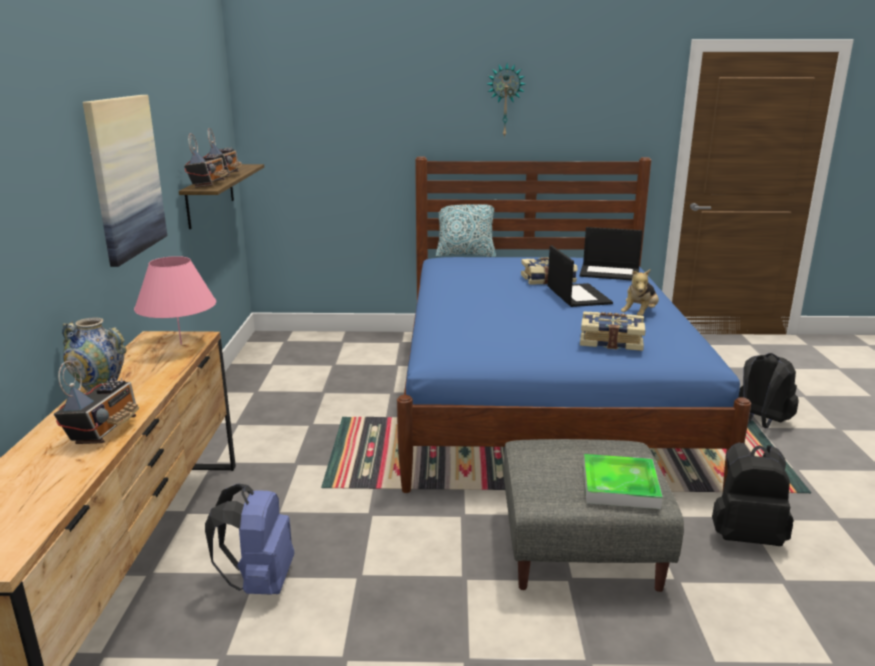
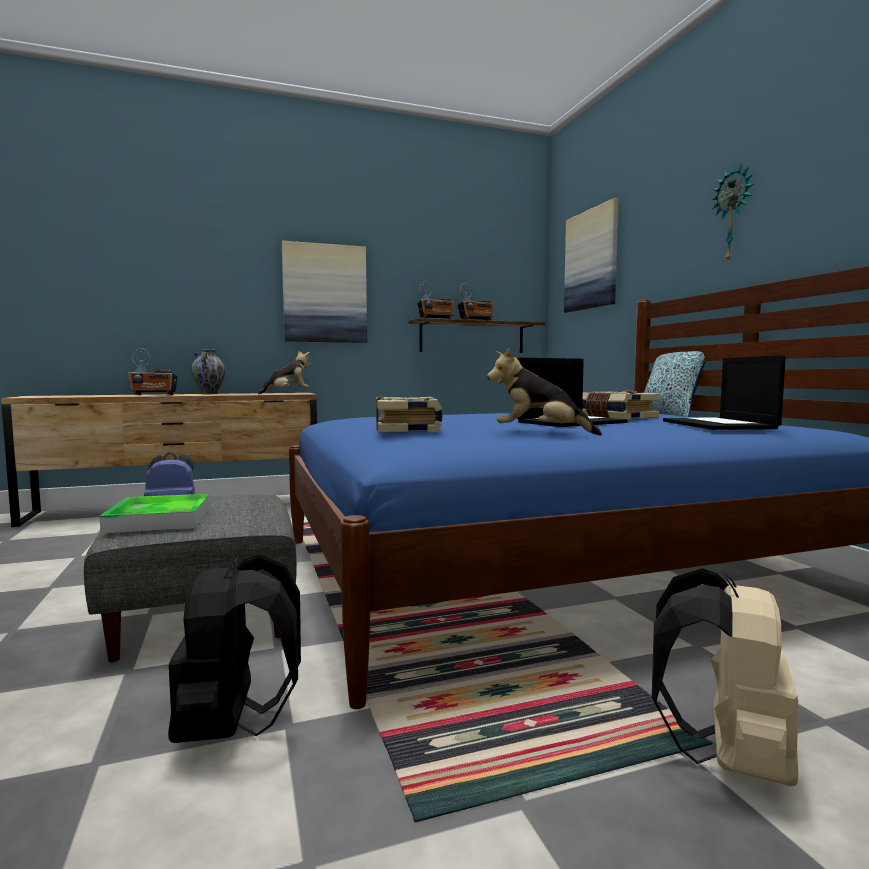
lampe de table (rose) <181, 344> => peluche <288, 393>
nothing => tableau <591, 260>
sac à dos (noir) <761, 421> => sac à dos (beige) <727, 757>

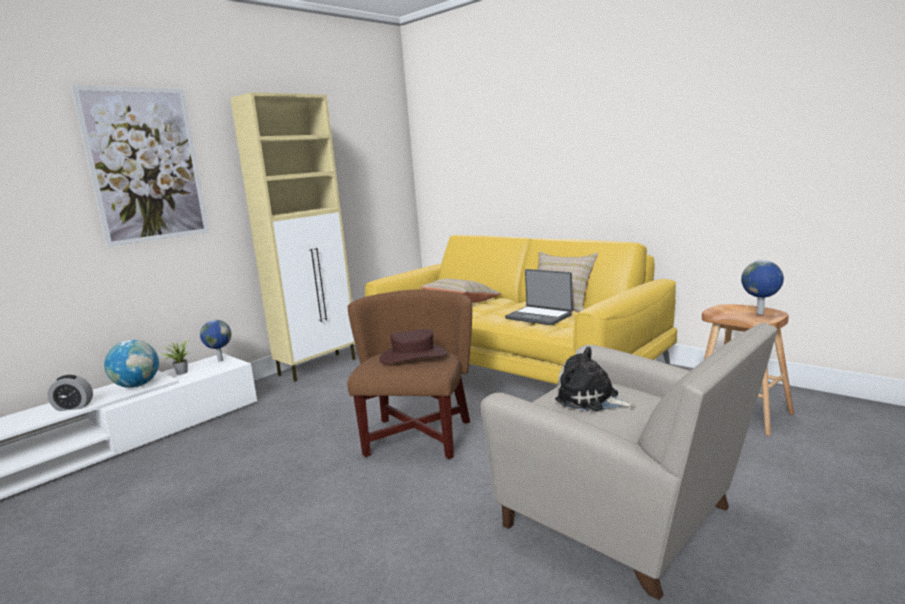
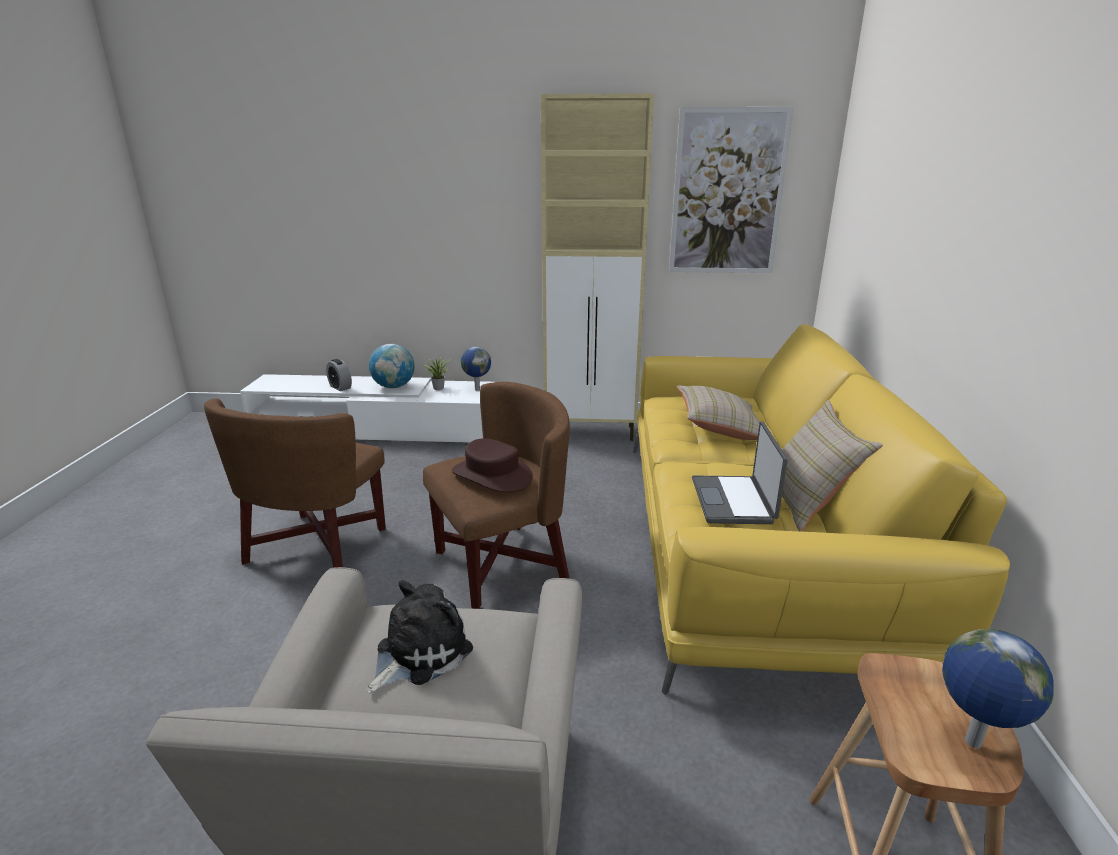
nothing => fauteuil (marron) <316, 546>
peluche <590, 400> => peluche <419, 652>, 45 degrees clockwise
tableau <145, 165> => tableau <727, 193>, relocated

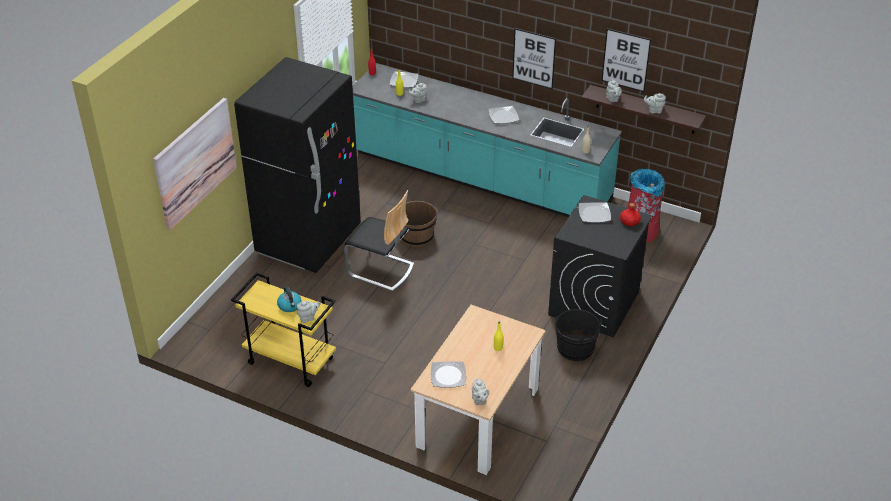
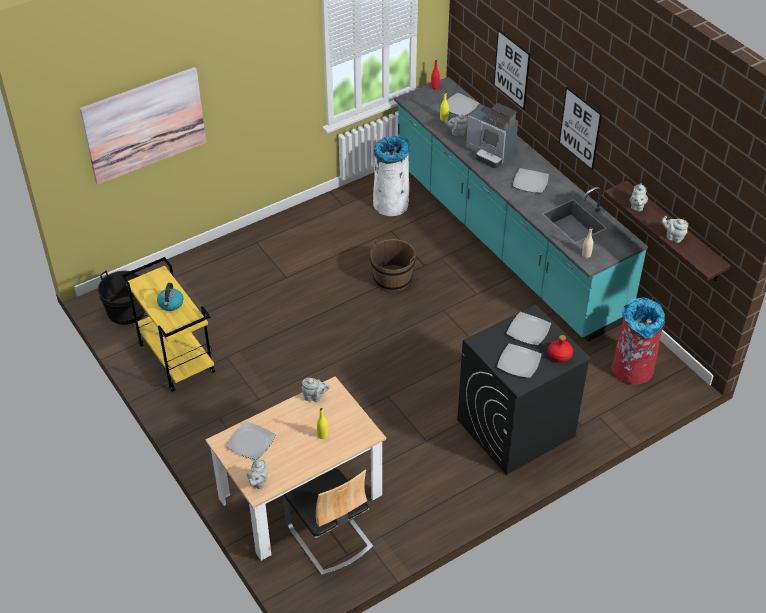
seau (noir) <575, 348> => seau (noir) <126, 311>, relocated
chaise <381, 270> => chaise <329, 537>, relocated
théière (gris) <308, 318> => théière (gris) <315, 397>, relocated
nothing => poubelle (blanc) <391, 203>
nothing => machine à café <490, 153>
tableau <626, 60> => tableau <512, 69>, relocated
nothing => assiette <518, 362>
réfrigérateur (noir) <309, 240> => nothing

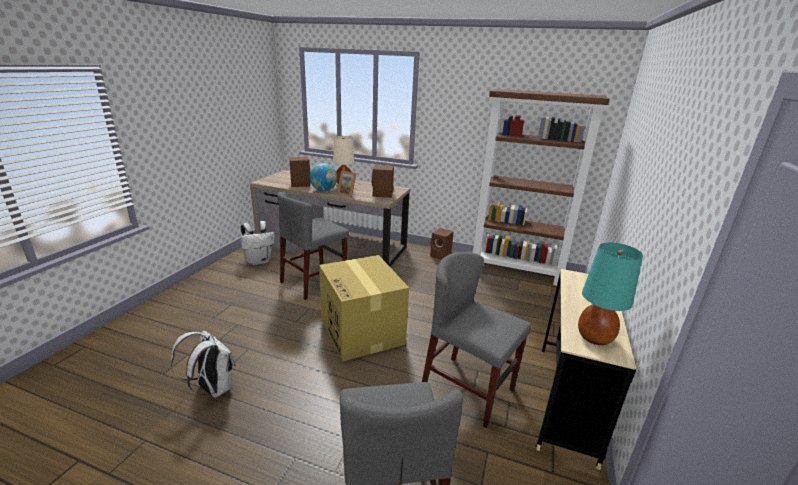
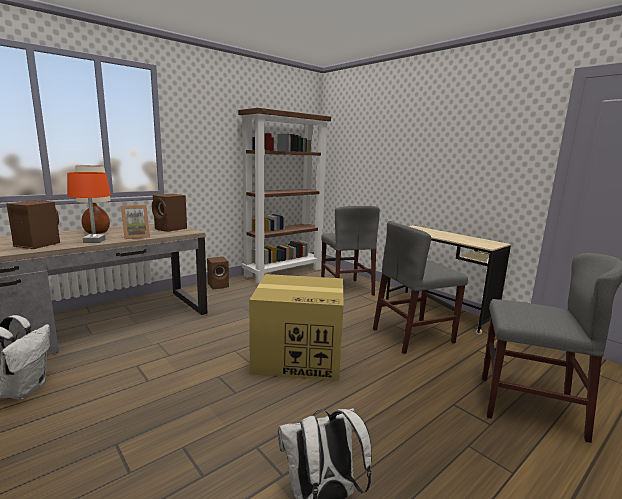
globe <324, 190> => lampe de table (orange) <94, 241>
chaise (gris) <314, 282> => chaise (gris) <346, 288>, relocated
lampe de table (turquoise) <594, 338> => nothing

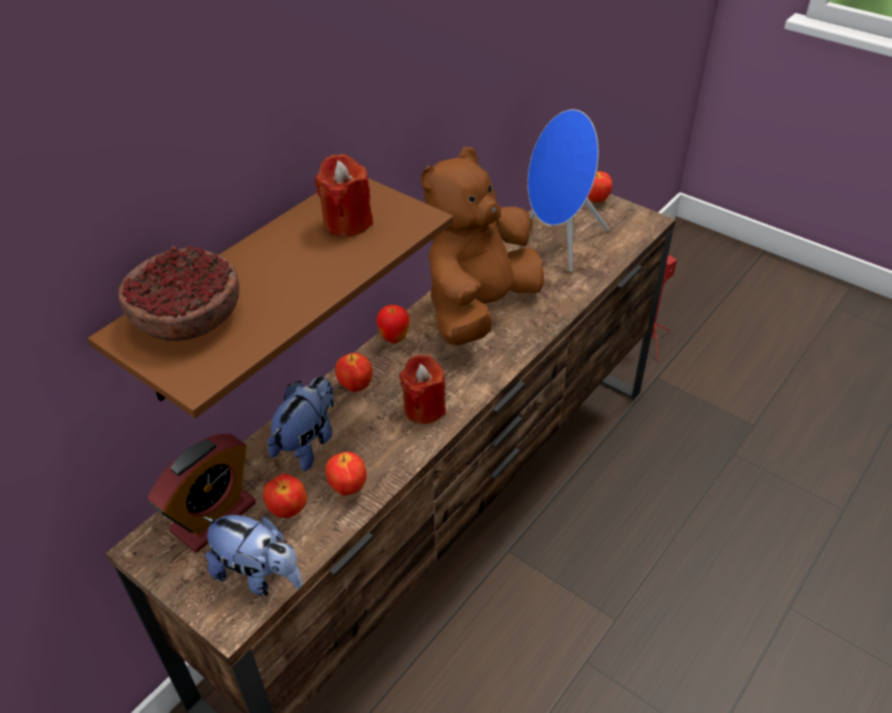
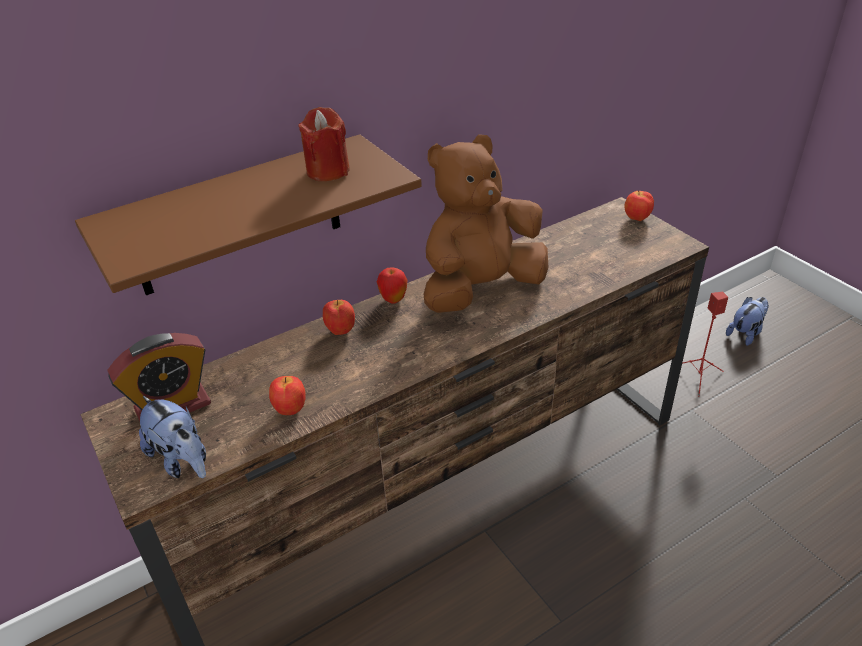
peluche <308, 443> => peluche <745, 333>, relocated
bol <189, 316> => nothing
pomme <288, 510> => nothing
bougie (rouge) <424, 408> => nothing
enceinte (bleu) <560, 242> => nothing

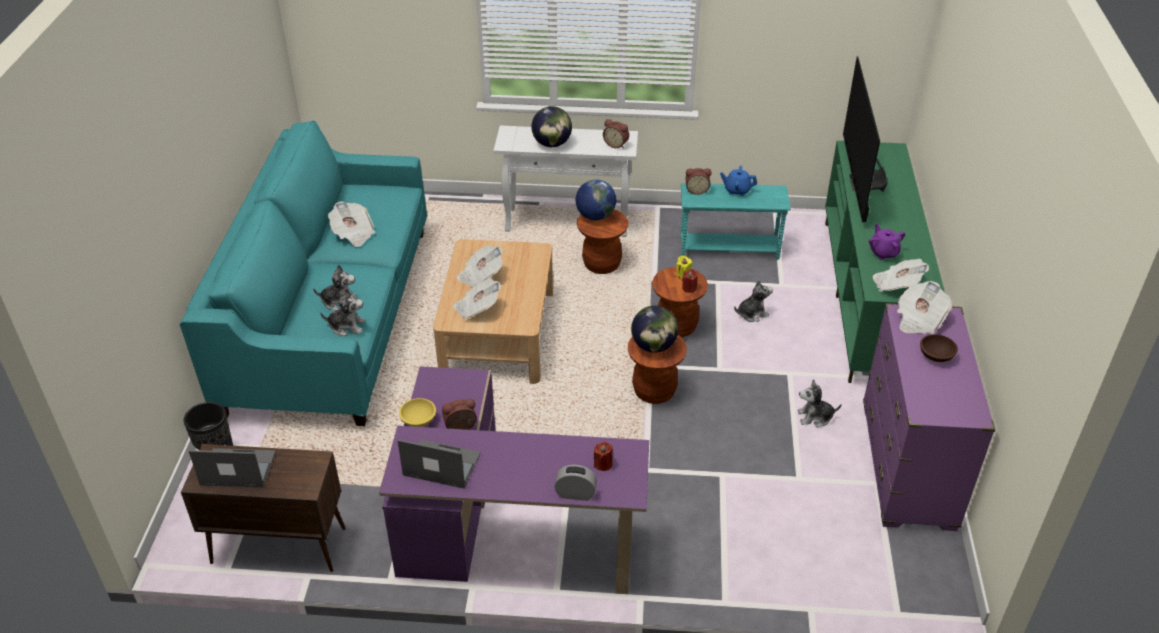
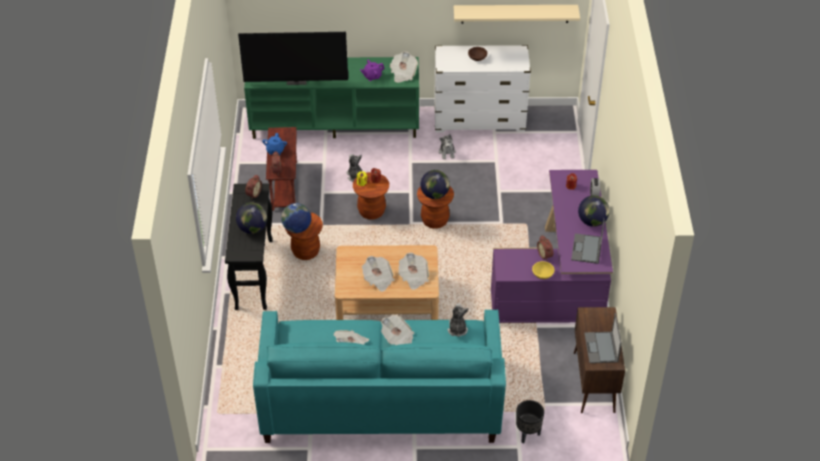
table console (blanc) <568, 223> => table console (noir) <253, 273>
table d'appoint (turquoise) <729, 248> => table d'appoint (marron) <284, 186>
journal <919, 320> => journal <398, 338>, relocated
commode (violet) <907, 466> => commode (blanc) <479, 120>
nothing => étagère (beige) <515, 13>
nothing => globe <592, 221>
peluche <339, 302> => nothing

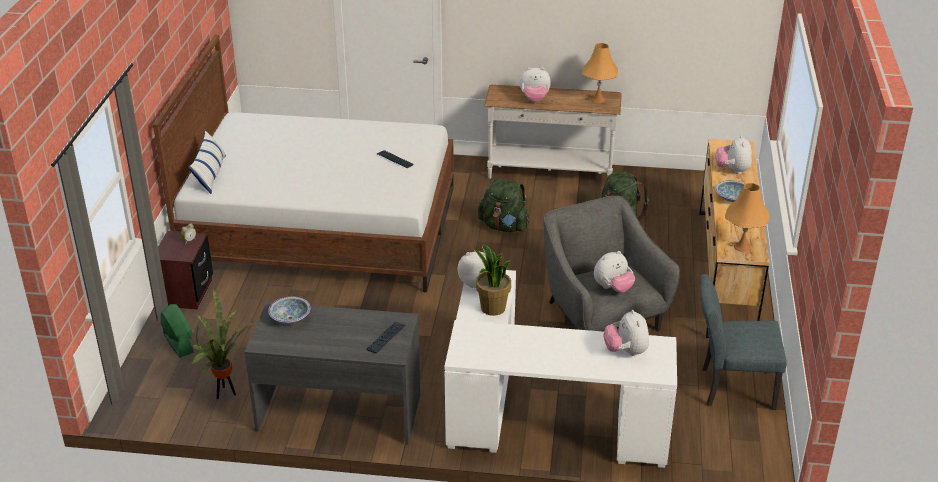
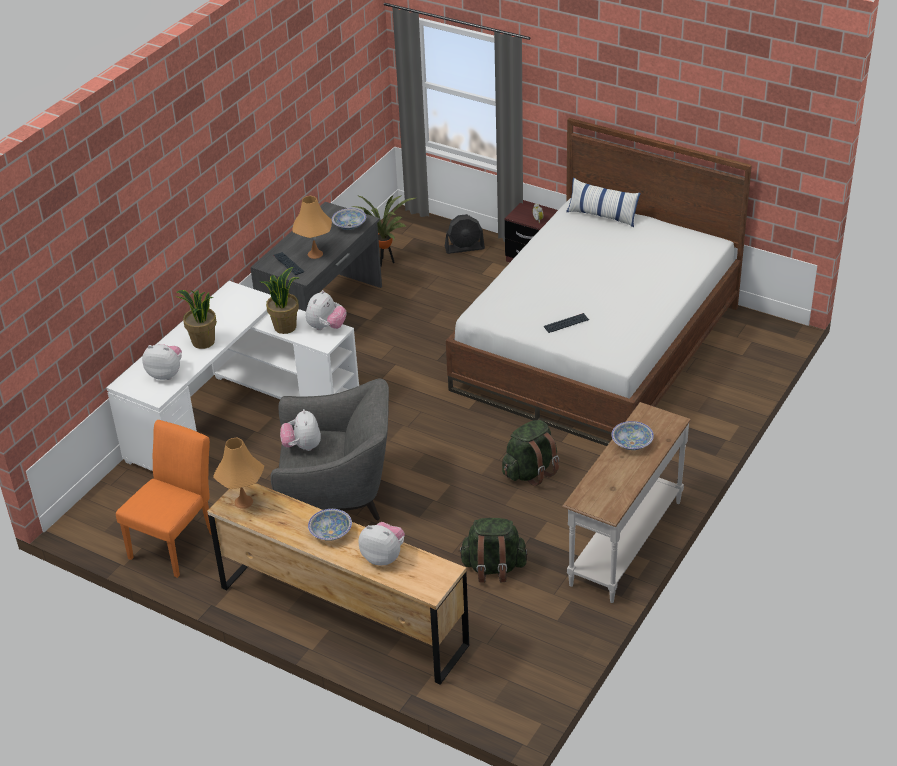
chaise (gris) <730, 388> => chaise (orange) <177, 541>
nothing => plante en pot <203, 342>
lampe de table (orange) <598, 99> => lampe de table (orange) <315, 254>, relocated
ventilateur (vert) <178, 343> => ventilateur (noir) <464, 248>
peluche <534, 99> => bol <632, 443>

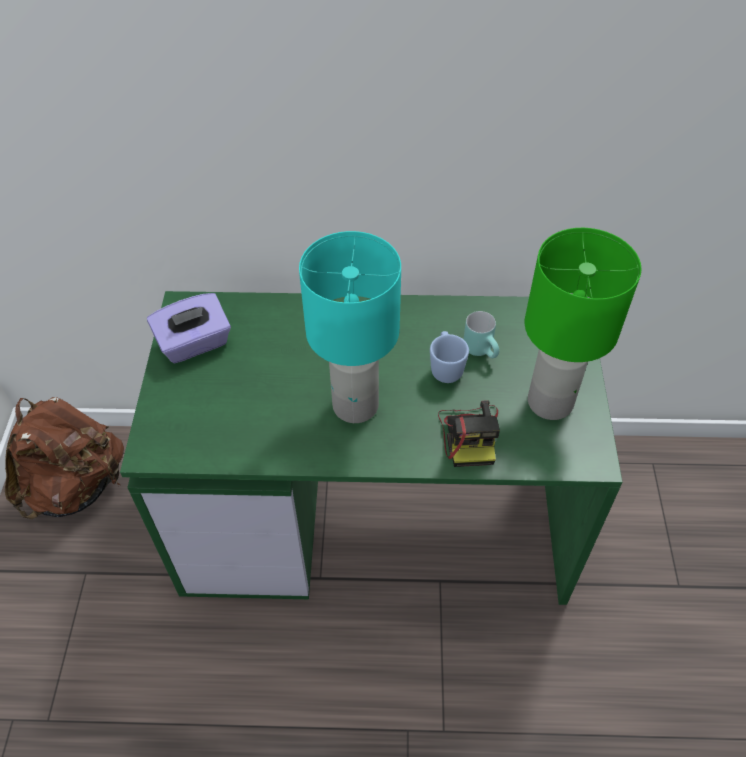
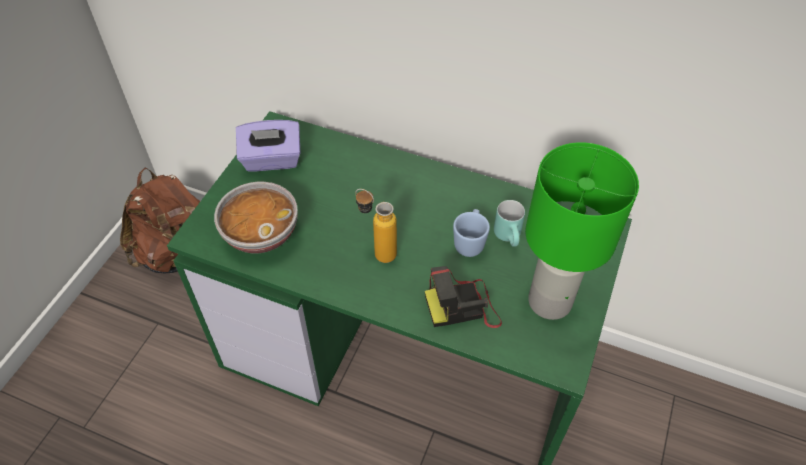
nothing => bol <260, 233>
lampe de table (turquoise) <356, 406> => bouteille <377, 251>
appareil photo <470, 434> => appareil photo <463, 307>, 60 degrees clockwise

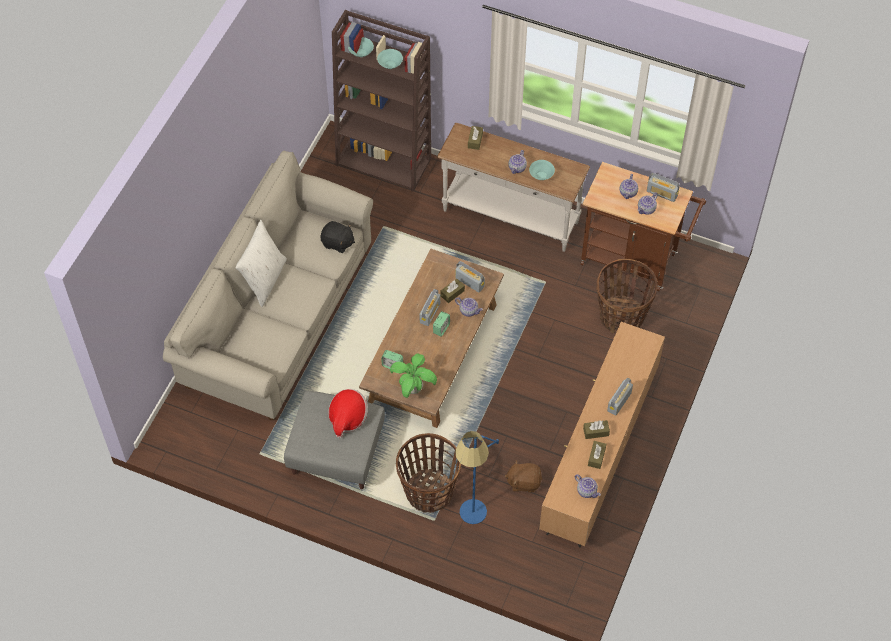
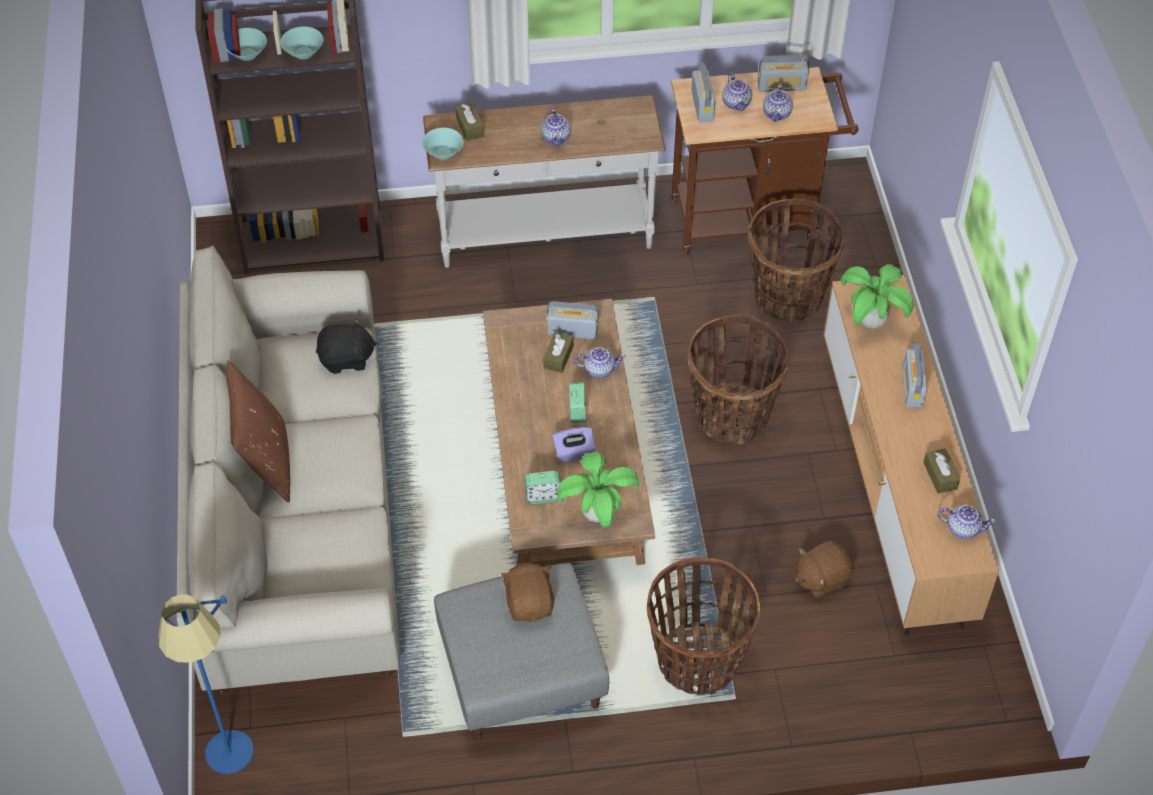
lampadaire (bleu) <472, 523> => lampadaire (bleu) <236, 770>, relocated
coussin (blanc) <264, 280> => coussin (marron) <266, 461>
bol (turquoise) <541, 175> => bol (turquoise) <443, 153>, relocated
chapeau <347, 418> => peluche (marron) <530, 603>
nothing => boîte à mouchoirs (violet) <574, 452>
nothing => panier <732, 415>
radio <430, 313> => radio <702, 105>, relocated
nothing => plante en pot <871, 322>
boîte à mouchoirs (marron) <596, 432> => nothing

